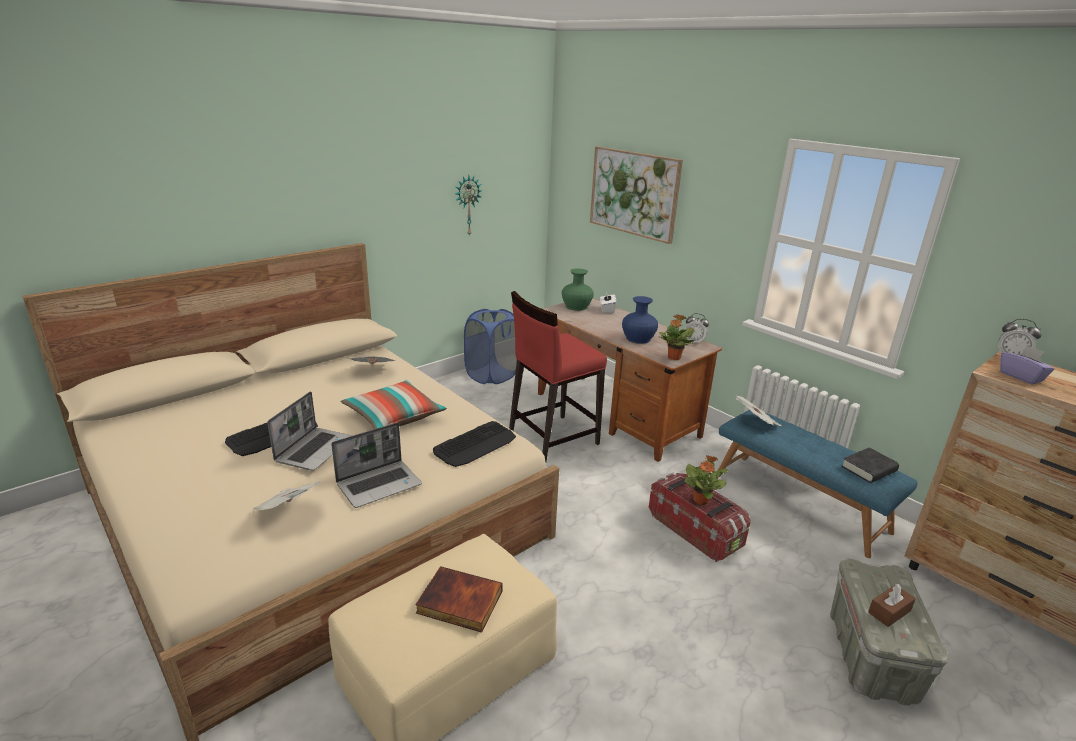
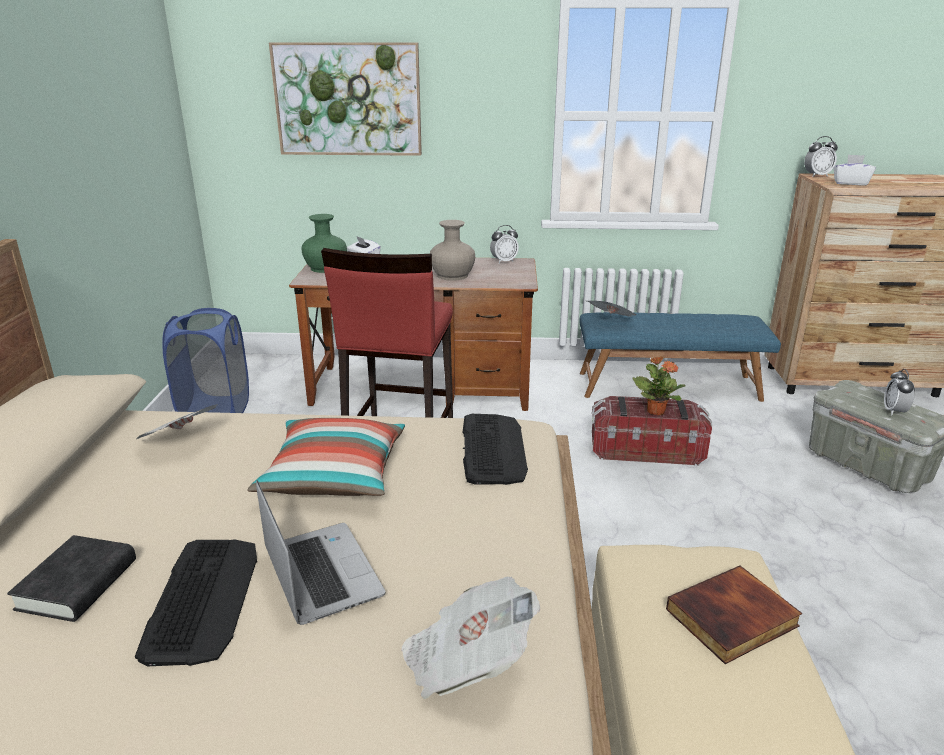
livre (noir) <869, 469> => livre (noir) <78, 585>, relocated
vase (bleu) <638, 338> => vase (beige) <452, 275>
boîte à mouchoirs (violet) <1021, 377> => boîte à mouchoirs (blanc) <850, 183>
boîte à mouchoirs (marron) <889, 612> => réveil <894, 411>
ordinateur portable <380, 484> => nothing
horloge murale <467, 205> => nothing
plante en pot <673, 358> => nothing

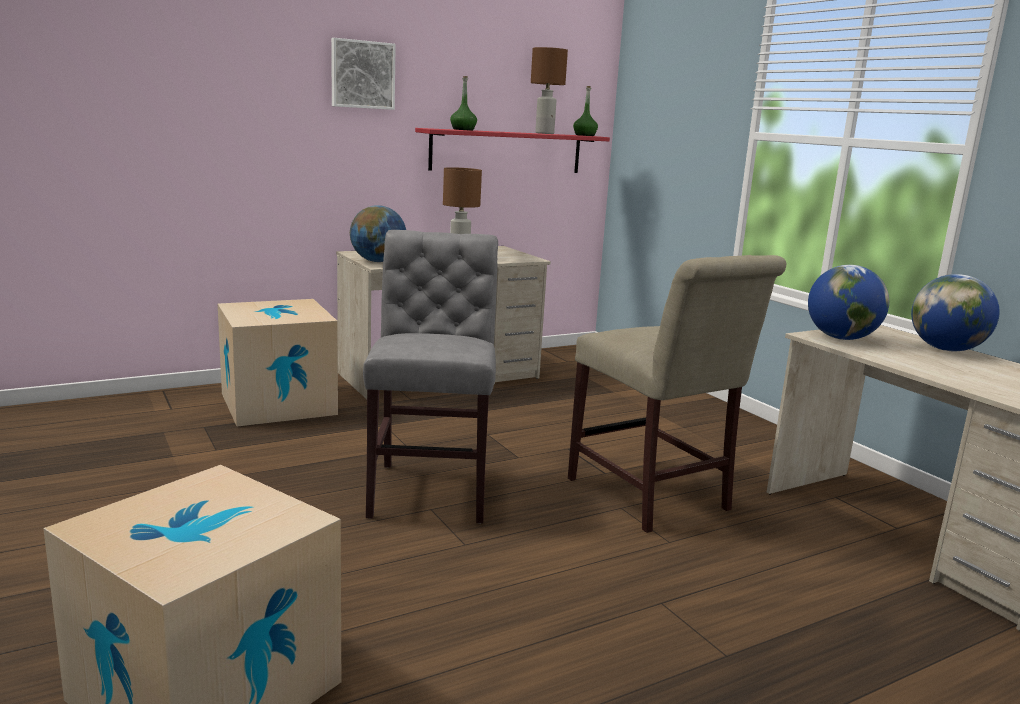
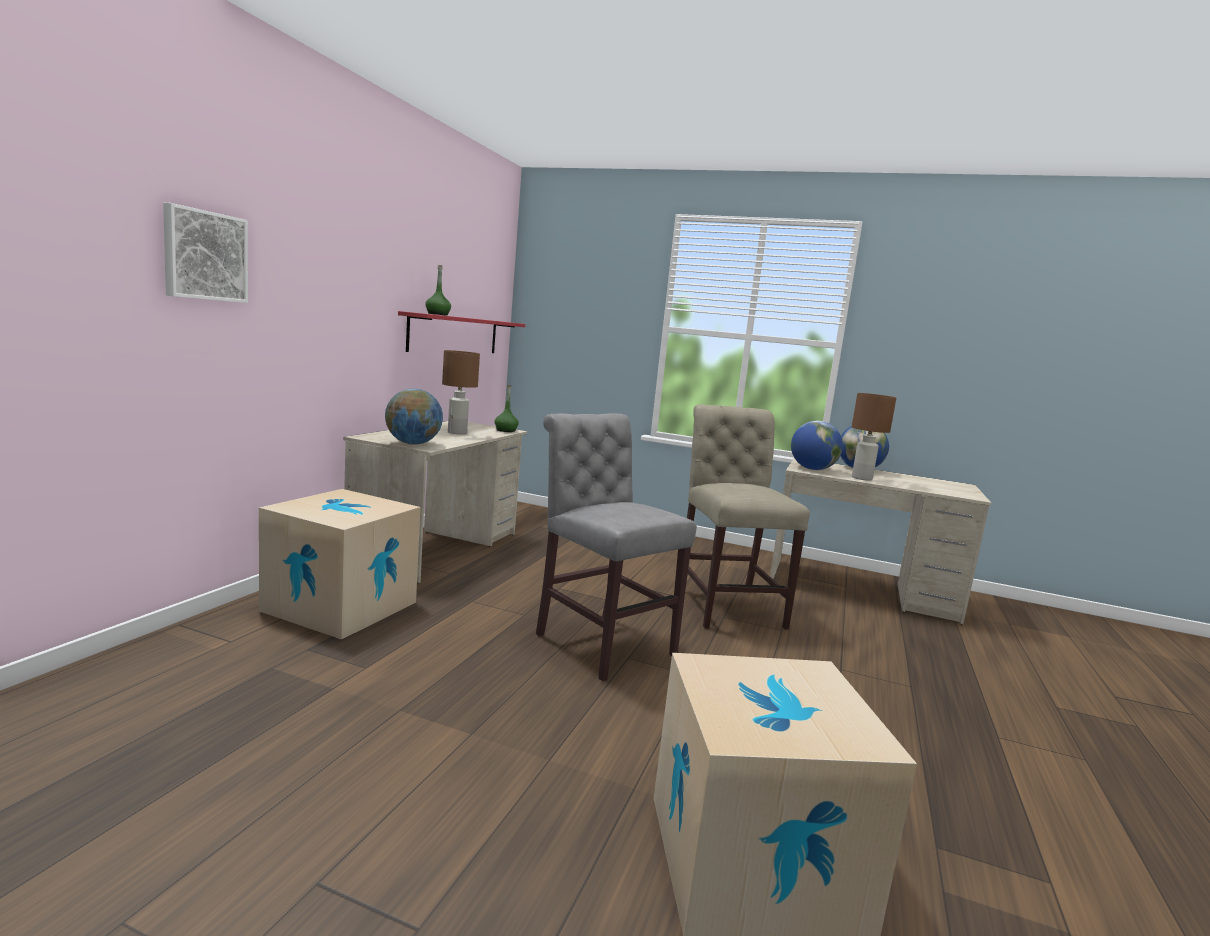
tableau <362, 74> => tableau <204, 255>, relocated
bouteille (vert) <584, 135> => bouteille (vert) <505, 430>, relocated
chaise (beige) <652, 498> => chaise (beige) <727, 604>, 120 degrees counterclockwise
lampe de table (marron) <544, 133> => lampe de table (marron) <861, 478>, relocated

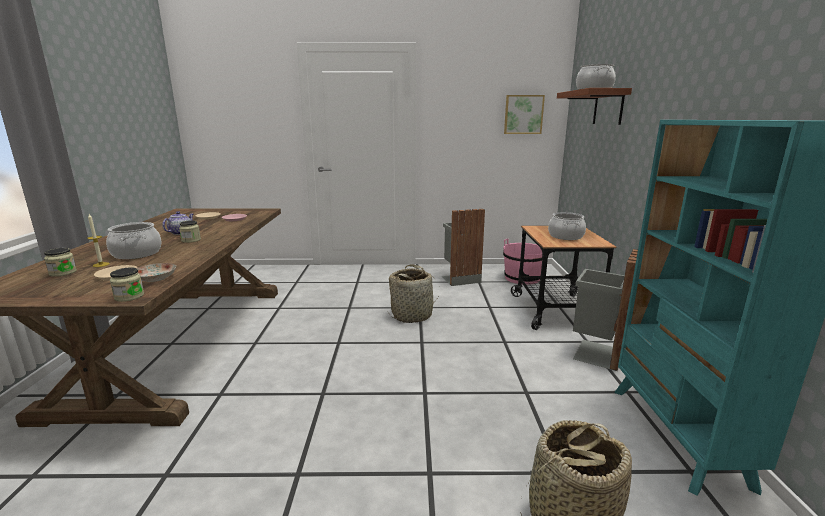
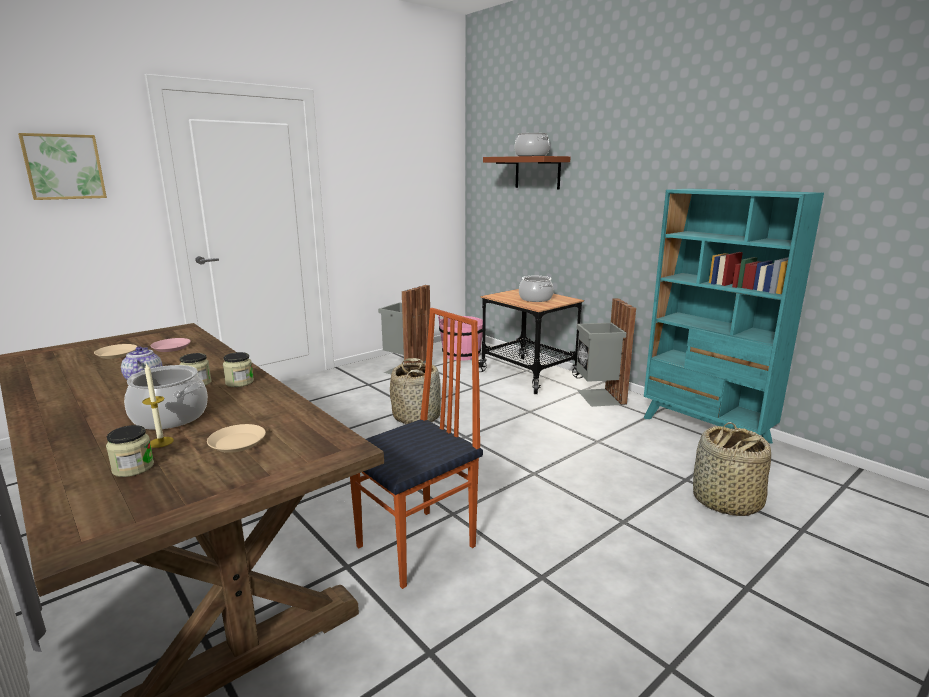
tableau <523, 114> => tableau <64, 167>, relocated
bocal <129, 296> => bocal <239, 382>, relocated
nothing => chaise <418, 547>
assiette <155, 279> => nothing

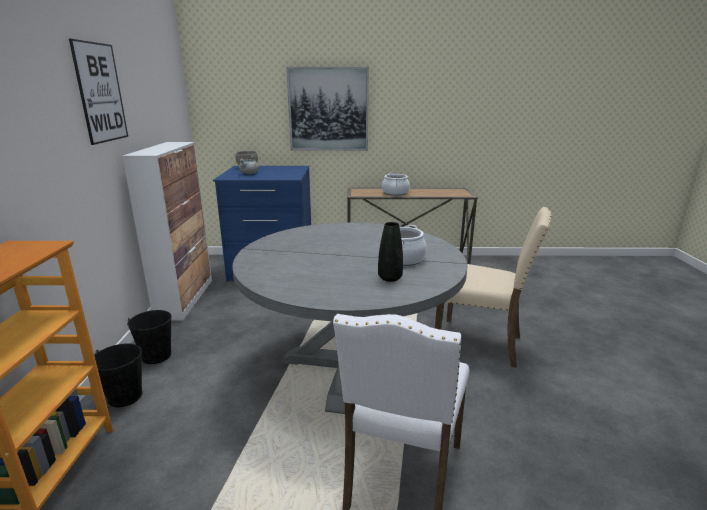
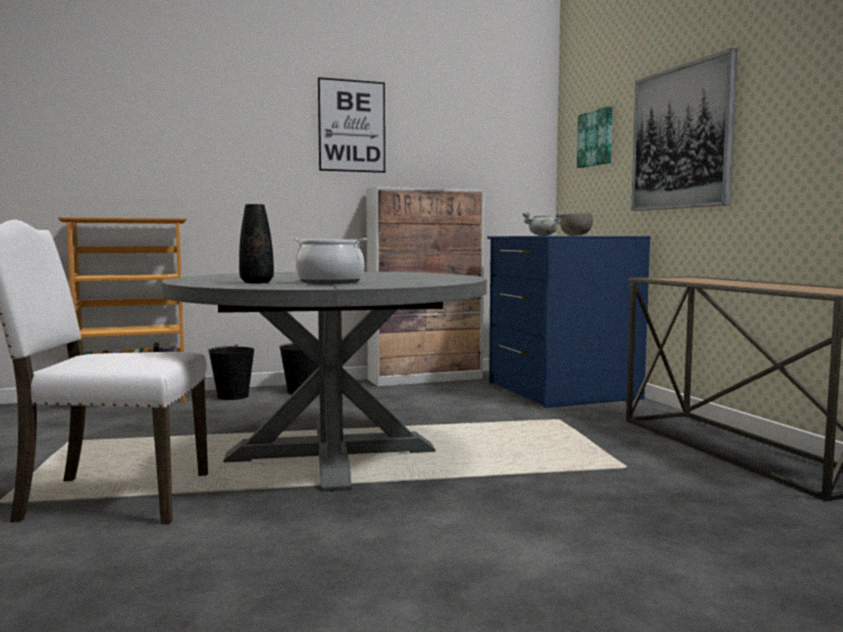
nothing => tableau <596, 138>
marmite <395, 193> => nothing
chaise (beige) <480, 343> => nothing

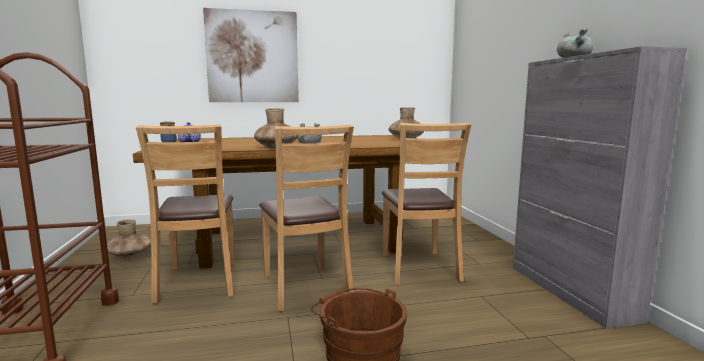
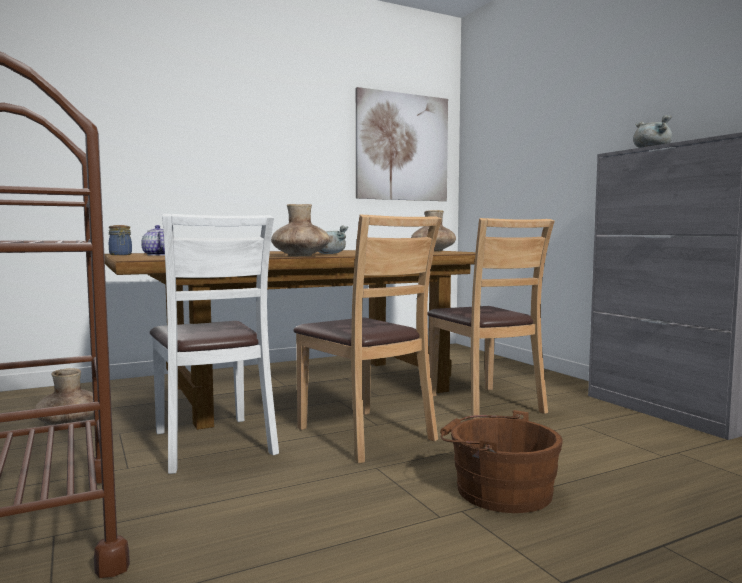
chaise (marron) <199, 281> => chaise (blanc) <212, 443>
tableau <252, 57> => tableau <402, 147>, relocated

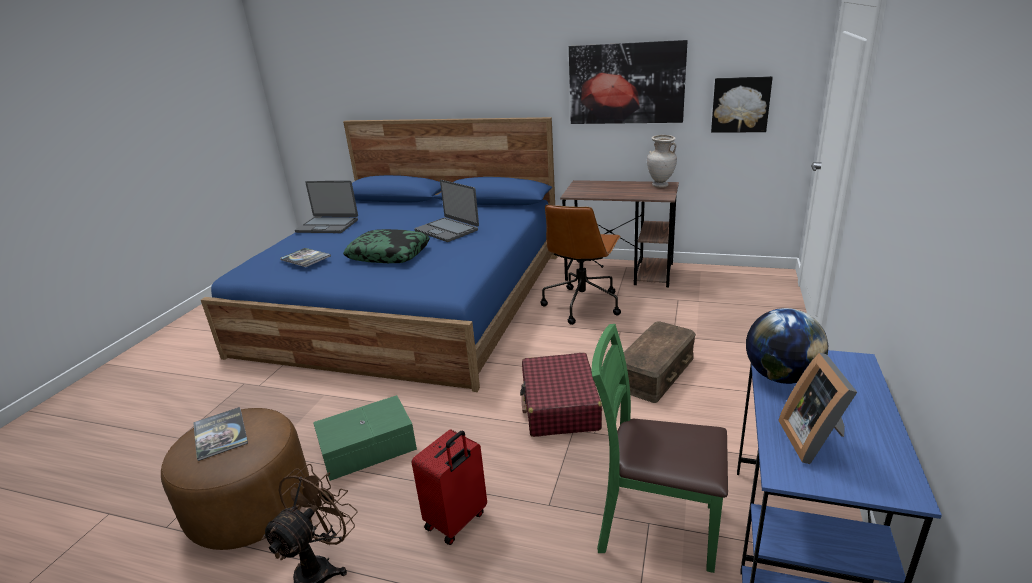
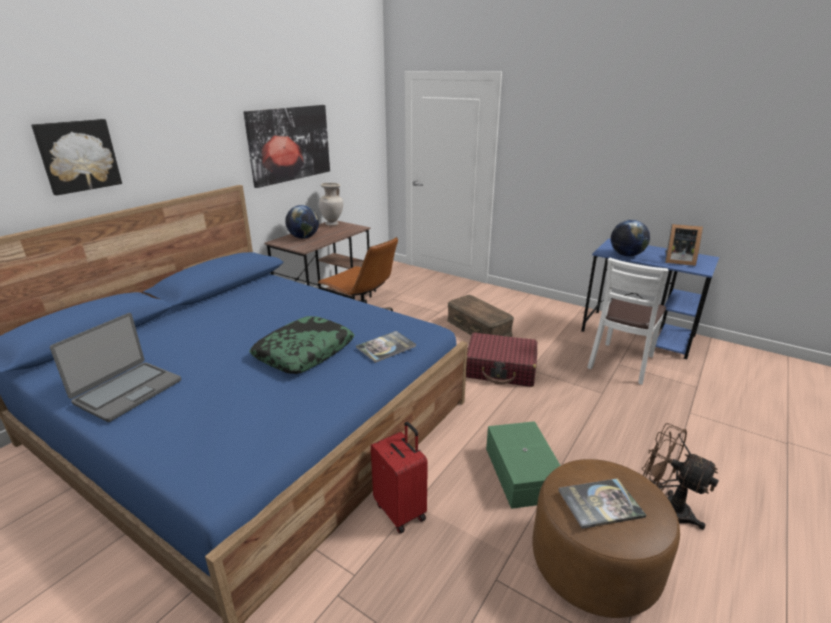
tableau <740, 104> => tableau <78, 156>, relocated
nothing => globe <303, 237>
livre <305, 258> => livre <386, 347>, relocated
valise (rouge) <457, 521> => valise (rouge) <401, 511>, relocated
chaise (vert) <656, 526> => chaise (blanc) <621, 363>
ordinateur portable <447, 230> => nothing

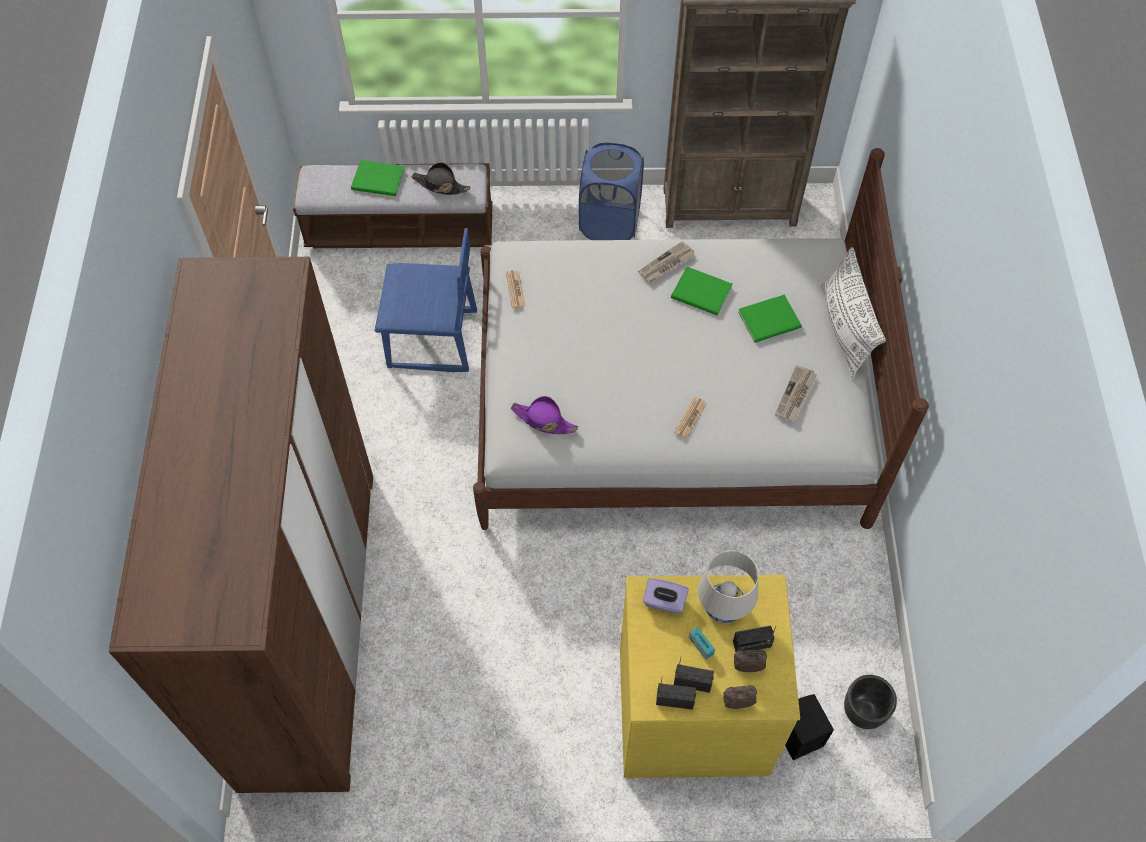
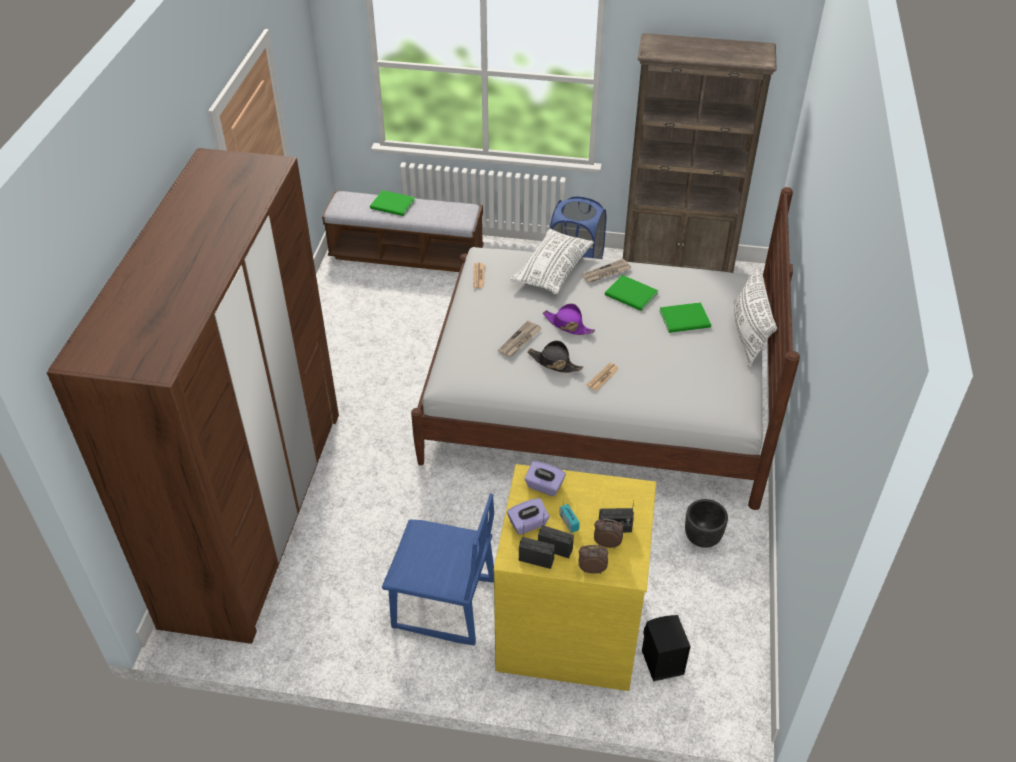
chaise (bleu) <432, 340> => chaise (bleu) <444, 605>, relocated
journal <795, 395> => journal <520, 341>, relocated
nothing => boîte à mouchoirs (violet) <528, 524>
nothing => coussin (blanc) <552, 270>
chapeau (noir) <440, 185> => chapeau (noir) <554, 363>, relocated
chapeau (violet) <543, 420> => chapeau (violet) <567, 325>, relocated
cache-pot (noir) <862, 711> => cache-pot (noir) <701, 538>, relocated
lampe de table (blanc) <723, 607> => nothing

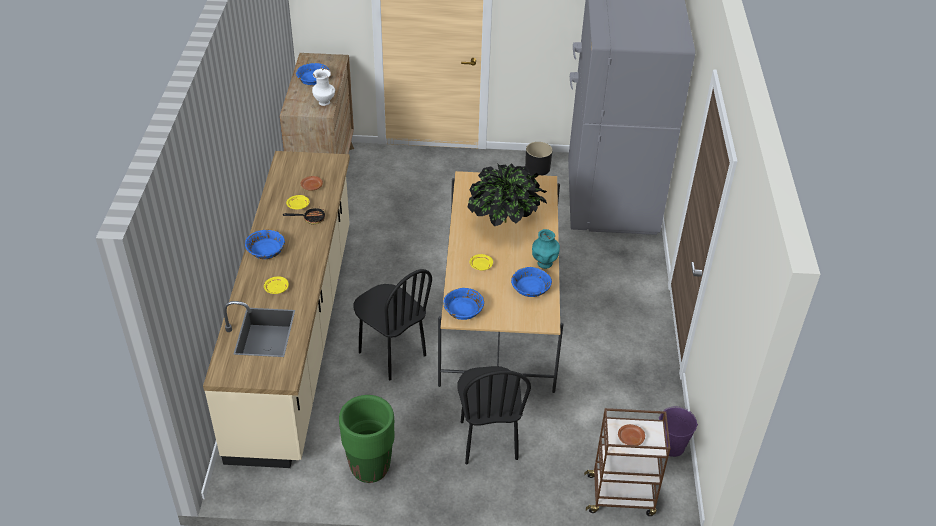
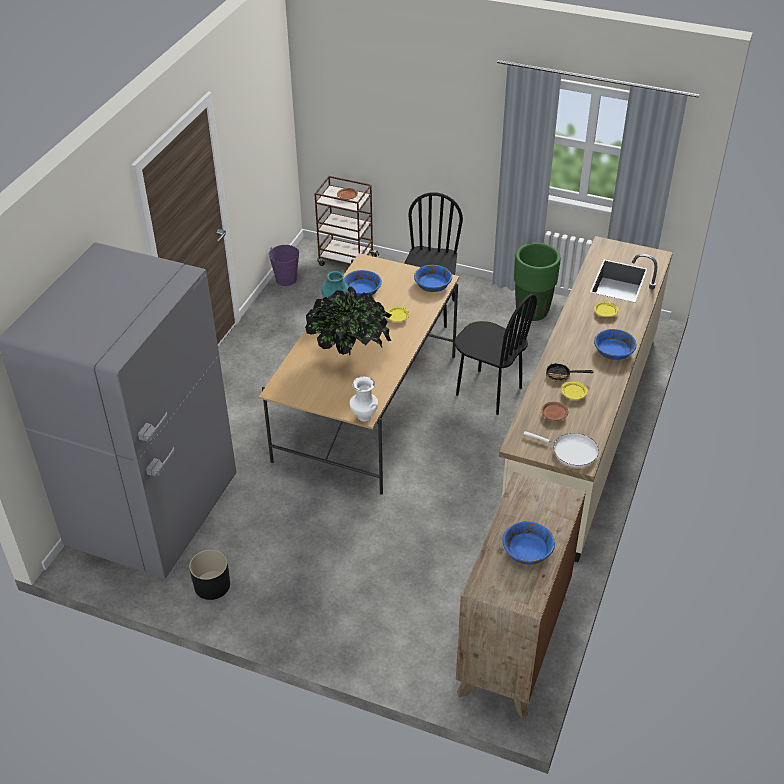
vase (blanc) <325, 102> => vase (blanc) <363, 416>, relocated
chaise (noir) <391, 354> => chaise (noir) <488, 391>, 150 degrees clockwise
nothing => poêle (blanc) <571, 451>

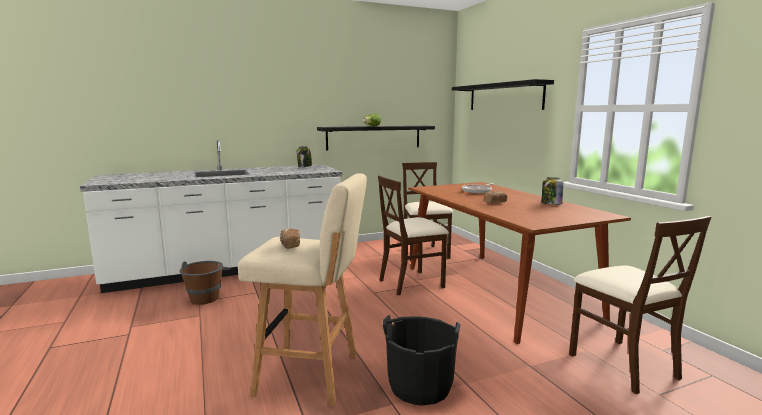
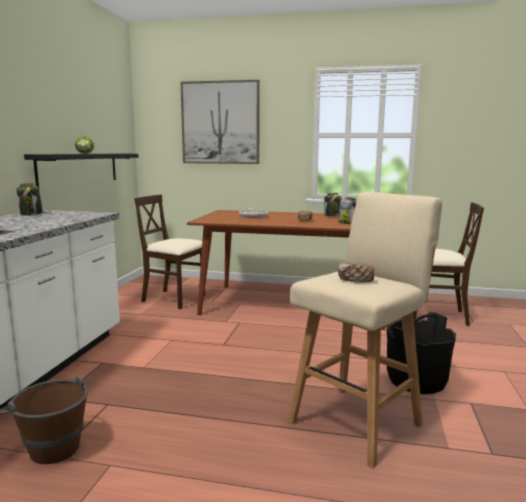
étagère (noir) <504, 97> => tableau <220, 123>
nothing => bocal <347, 223>
chaise (beige) <411, 283> => nothing

